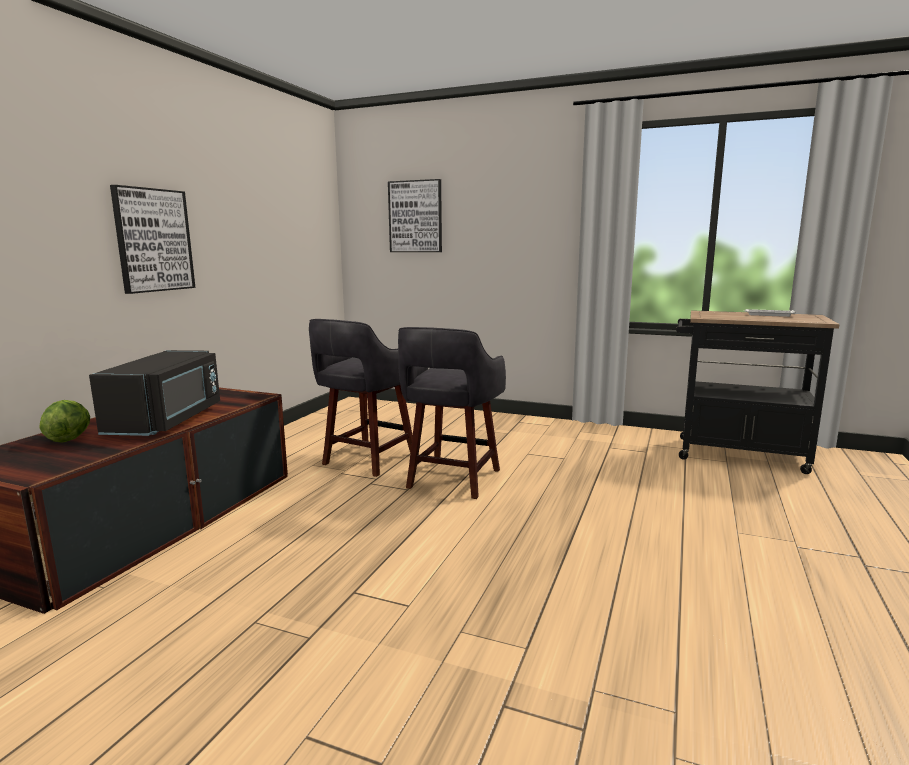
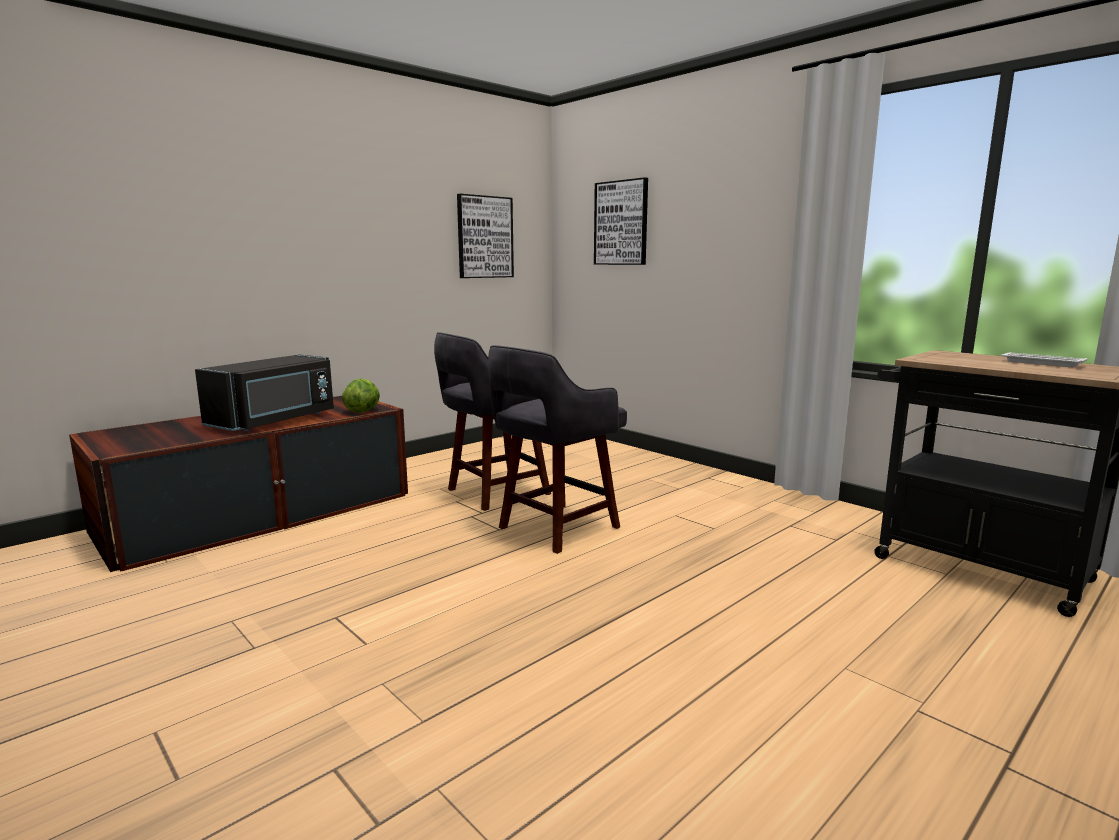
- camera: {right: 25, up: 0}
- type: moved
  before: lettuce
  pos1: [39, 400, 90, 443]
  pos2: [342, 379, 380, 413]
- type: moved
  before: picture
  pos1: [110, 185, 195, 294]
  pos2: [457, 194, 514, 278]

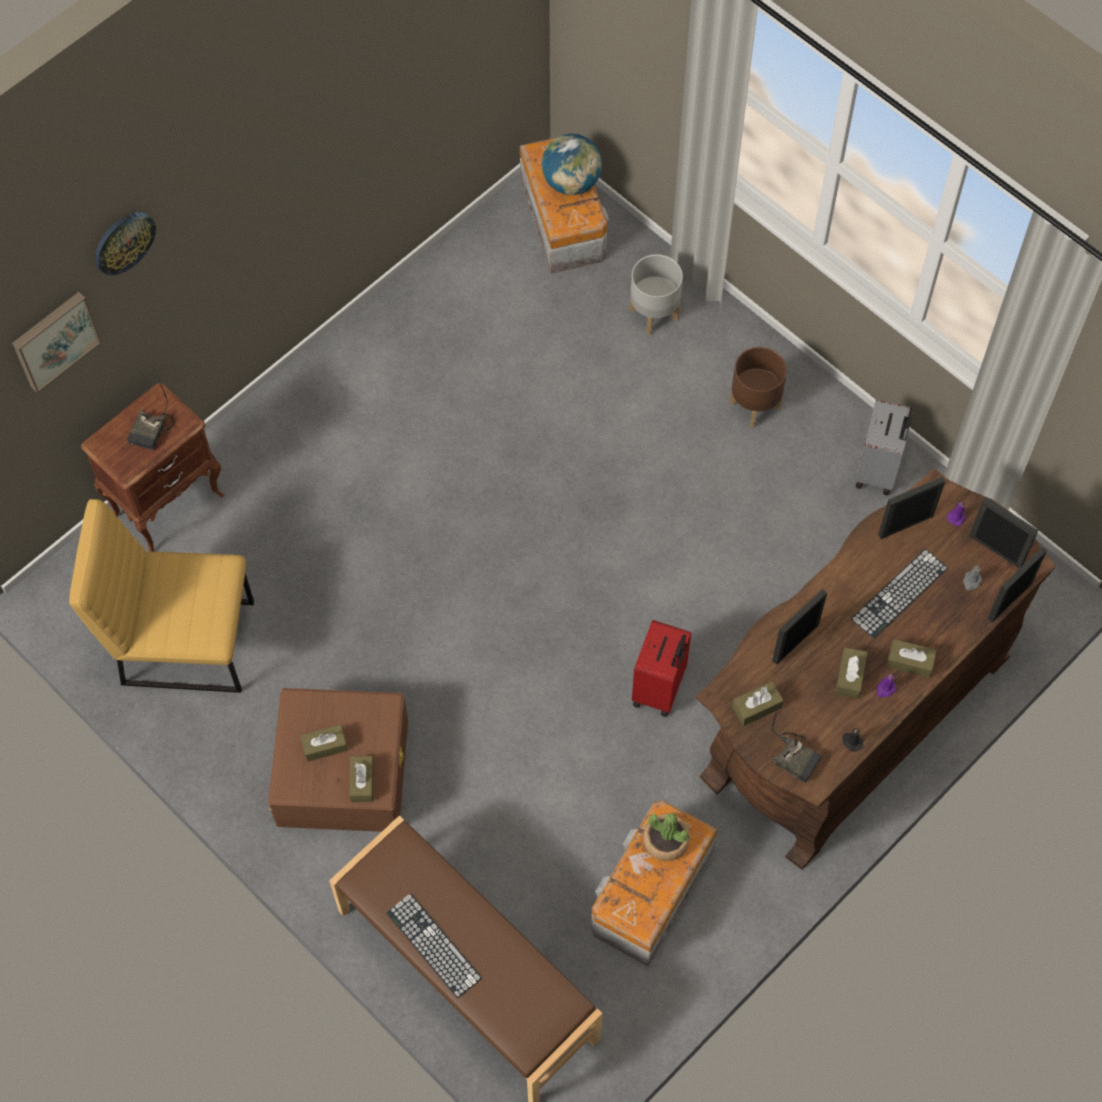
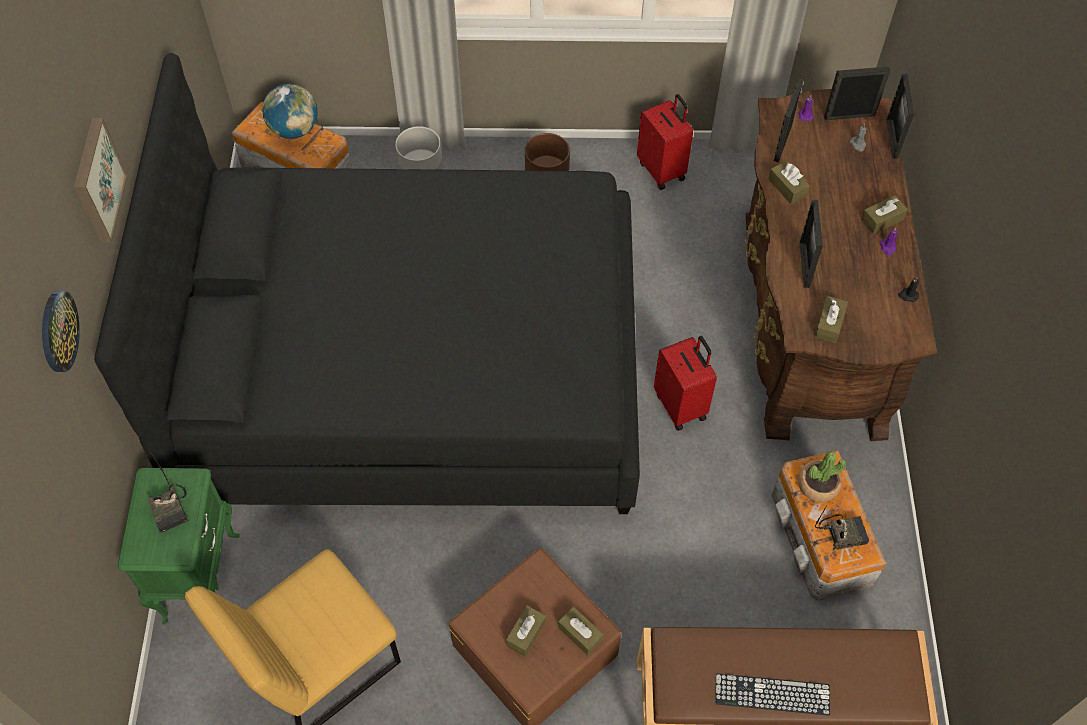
- camera: {right: -45, up: -5}
- type: moved
  before: picture
  pos1: [12, 292, 101, 393]
  pos2: [74, 118, 128, 242]
- type: recoloured
  before: nightstand (brown)
  after: nightstand (green)
  pos1: [81, 383, 225, 552]
  pos2: [118, 468, 240, 624]
- type: moved
  before: radio
  pos1: [772, 708, 822, 783]
  pos2: [815, 505, 869, 550]
- type: moved
  before: tissue box (brown)
  pos1: [835, 647, 868, 699]
  pos2: [768, 161, 810, 204]
- type: removed
  before: keyboard
  pos1: [851, 549, 948, 639]
- type: recoloured
  before: suitcase (grey)
  after: suitcase (red)
  pos1: [855, 399, 914, 495]
  pos2: [637, 94, 693, 190]
- type: added
  after: bed (black)
  pos2: [94, 53, 640, 514]

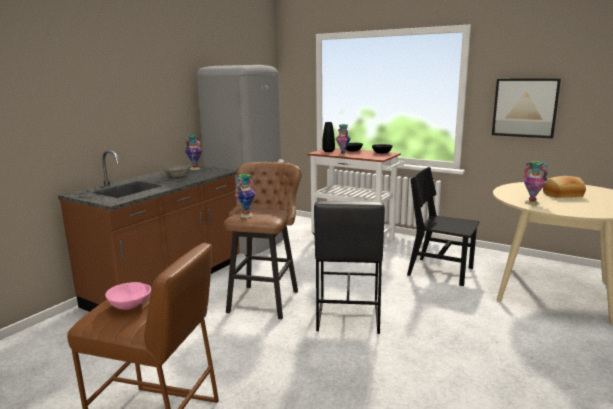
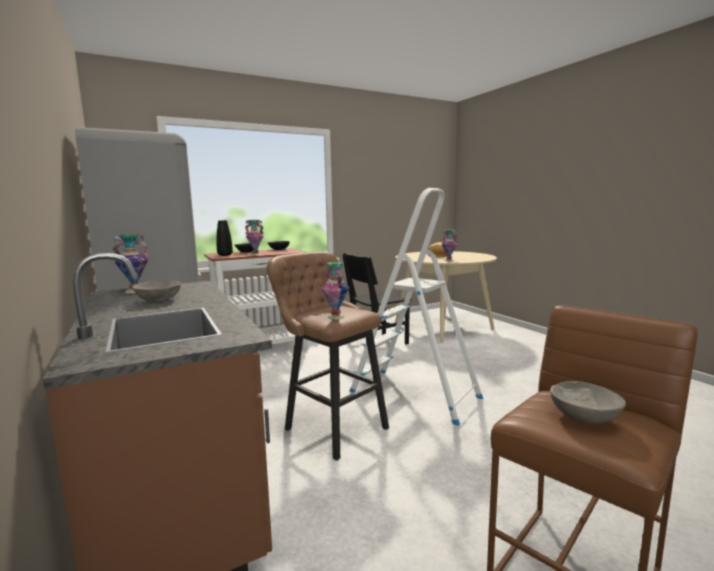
- camera: {right: -60, up: -5}
- type: recoloured
  before: bowl (pink)
  after: bowl (grey)
  pos1: [105, 282, 151, 310]
  pos2: [550, 381, 626, 424]
- type: replaced
  before: stool (grey)
  after: step ladder (white)
  pos1: [314, 201, 385, 334]
  pos2: [350, 188, 483, 426]
- type: removed
  before: picture
  pos1: [492, 78, 561, 139]

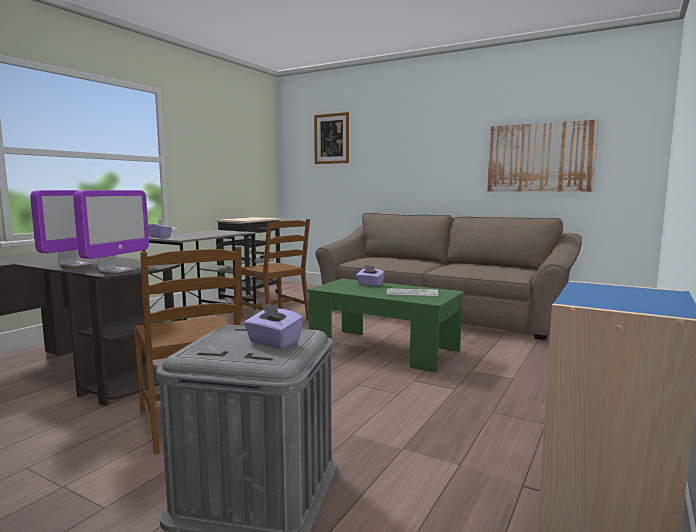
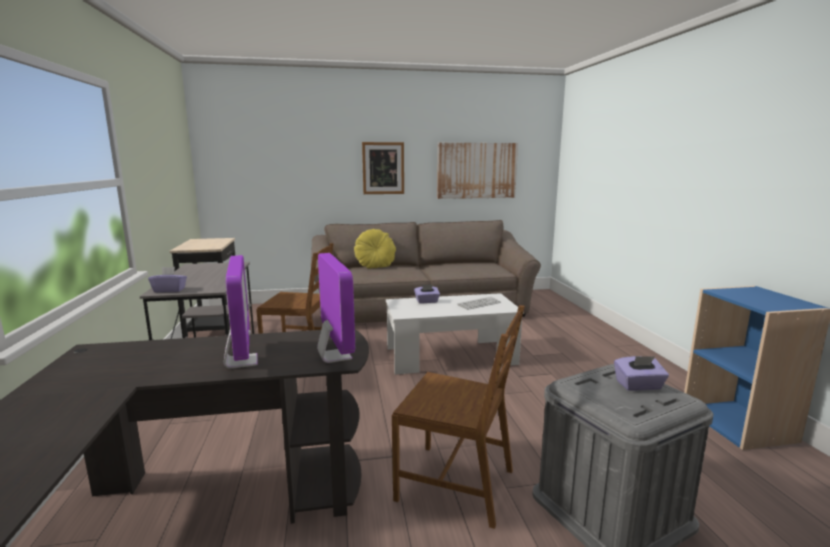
- camera: {right: -40, up: 5}
- type: recoloured
  before: coffee table (green)
  after: coffee table (white)
  pos1: [307, 278, 464, 373]
  pos2: [386, 293, 524, 375]
- type: moved
  before: picture
  pos1: [314, 112, 349, 164]
  pos2: [362, 142, 404, 194]
- type: added
  after: pillow (yellow)
  pos2: [354, 229, 396, 269]

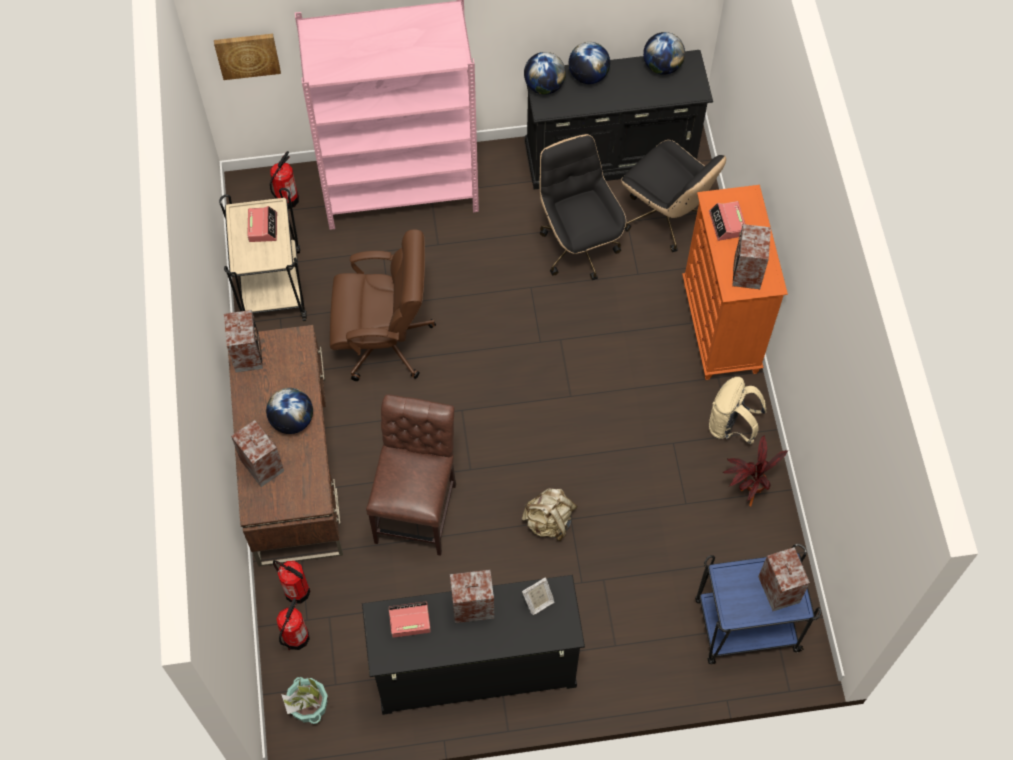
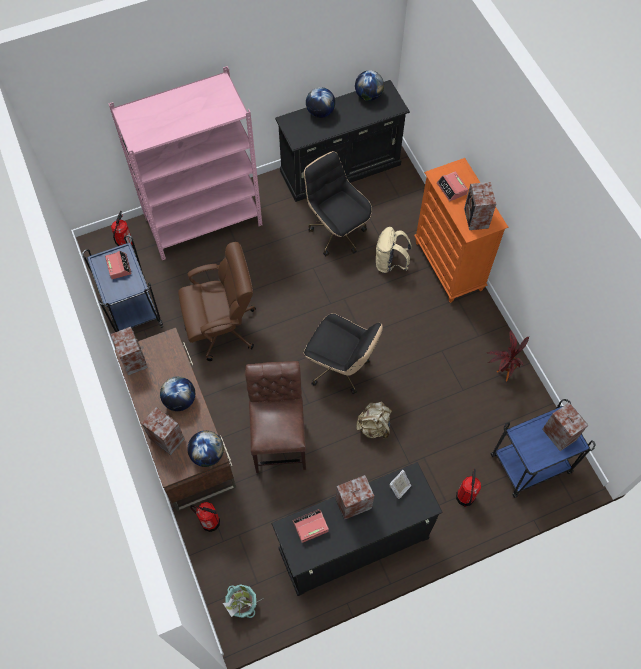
- camera: {right: -15, up: 0}
- type: removed
  before: picture
  pos1: [214, 34, 281, 80]
- type: recoloured
  before: cart (beige)
  after: cart (blue)
  pos1: [219, 188, 307, 321]
  pos2: [82, 235, 163, 332]
- type: moved
  before: fire extinguisher
  pos1: [277, 598, 310, 650]
  pos2: [456, 469, 481, 507]
- type: moved
  before: globe
  pos1: [524, 52, 566, 95]
  pos2: [188, 431, 224, 467]
- type: moved
  before: office chair (black)
  pos1: [621, 140, 726, 252]
  pos2: [304, 313, 383, 394]
- type: moved
  before: backpack (beige)
  pos1: [709, 377, 766, 444]
  pos2: [376, 227, 412, 273]

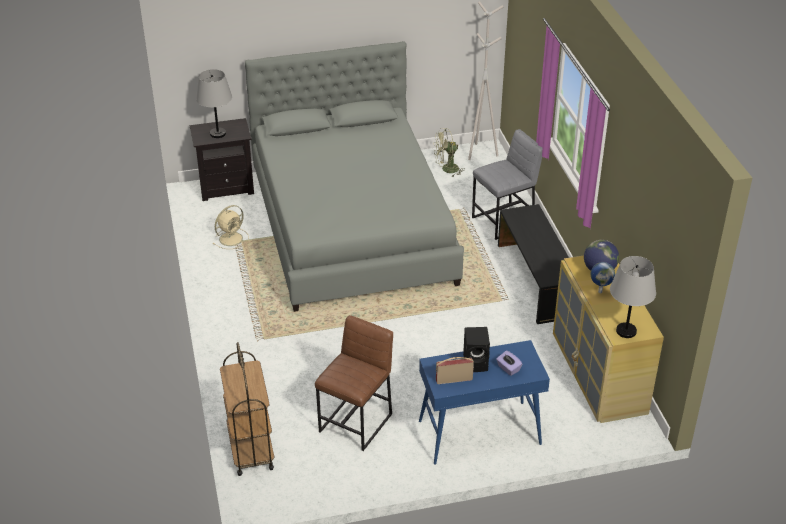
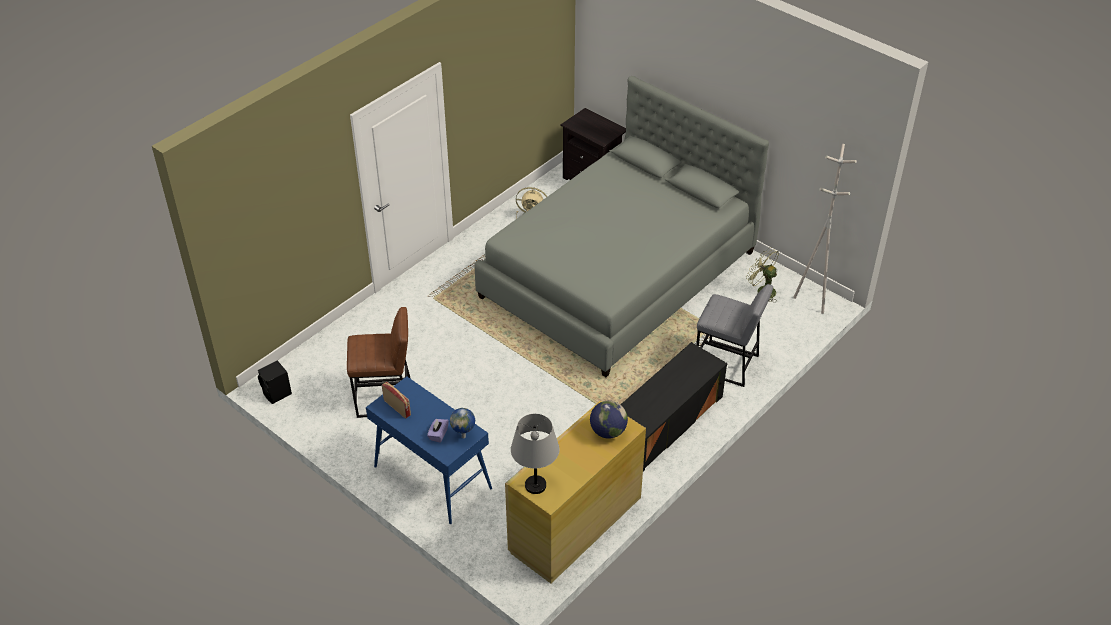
- camera: {right: 55, up: 5}
- type: removed
  before: table lamp (grey)
  pos1: [196, 69, 232, 138]
- type: removed
  before: cart (brown)
  pos1: [220, 342, 274, 476]
- type: moved
  before: speaker (black)
  pos1: [463, 327, 490, 372]
  pos2: [258, 360, 292, 404]
- type: moved
  before: globe
  pos1: [591, 262, 615, 293]
  pos2: [450, 408, 475, 438]

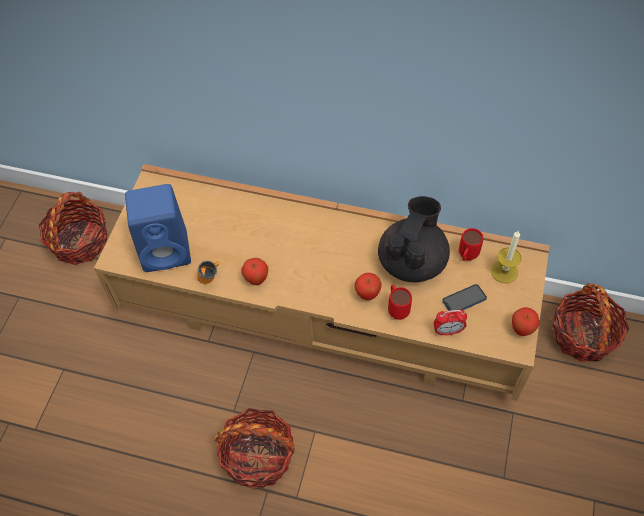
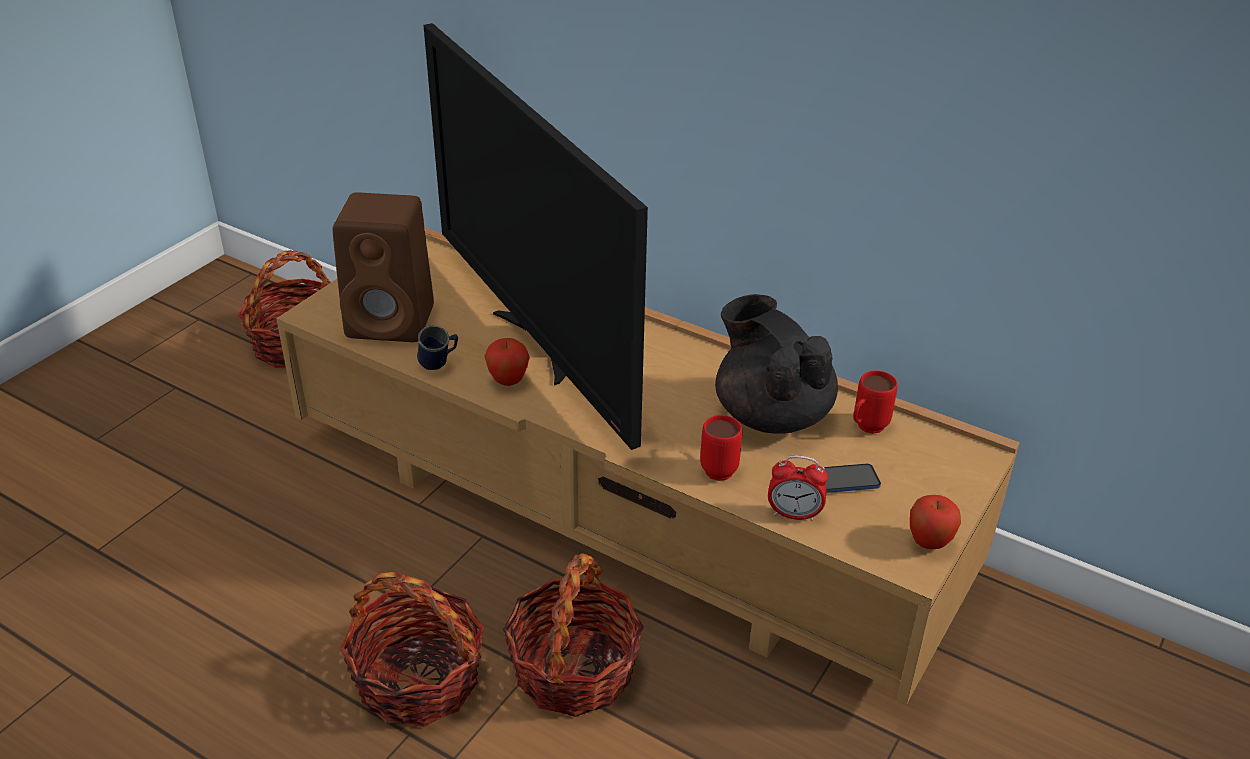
- camera: {right: 15, up: -20}
- type: recoloured
  before: speaker (blue)
  after: speaker (brown)
  pos1: [125, 184, 191, 272]
  pos2: [333, 192, 434, 342]
- type: recoloured
  before: mug (orange)
  after: mug (blue)
  pos1: [196, 261, 219, 284]
  pos2: [417, 325, 458, 370]
- type: removed
  before: apple
  pos1: [355, 273, 382, 300]
- type: turned
  before: teapot (black)
  pos1: [378, 196, 450, 282]
  pos2: [715, 294, 838, 434]
  turn: -75
- type: removed
  before: candle
  pos1: [491, 230, 521, 283]
- type: moved
  before: basket
  pos1: [553, 283, 629, 362]
  pos2: [503, 553, 644, 717]
- type: added
  after: television
  pos2: [423, 23, 648, 450]

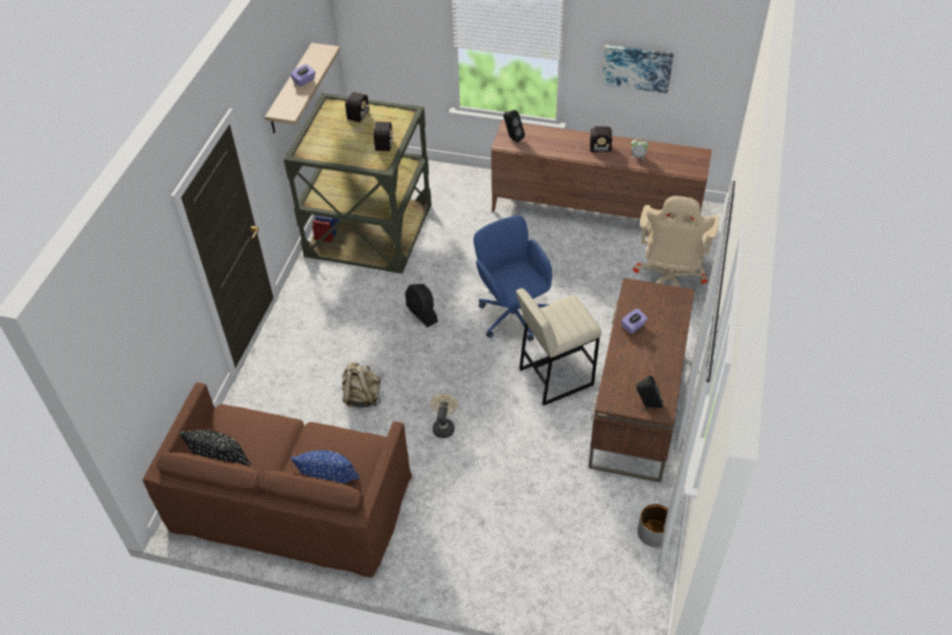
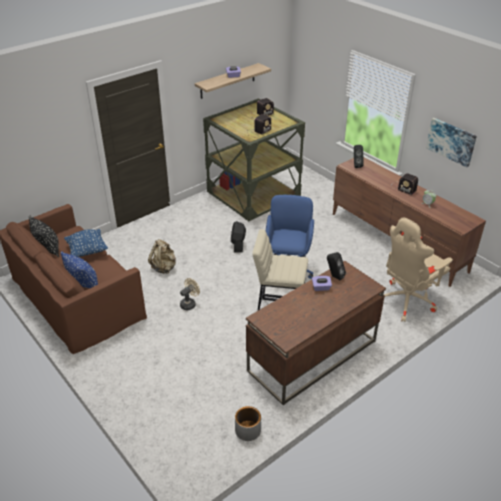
- camera: {right: 35, up: -10}
- type: moved
  before: speaker (black)
  pos1: [636, 376, 663, 408]
  pos2: [327, 252, 346, 281]
- type: added
  after: pillow (blue)
  pos2: [64, 229, 108, 257]

